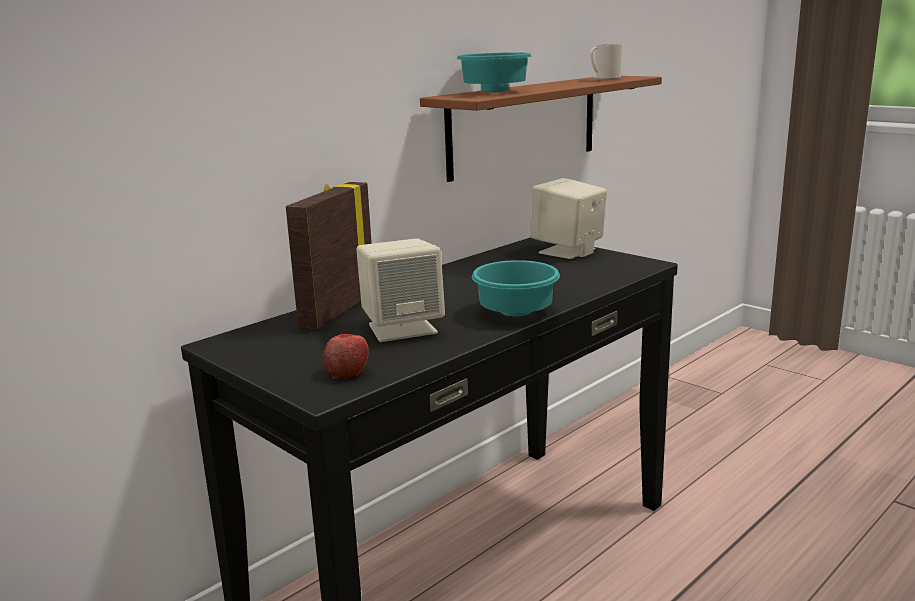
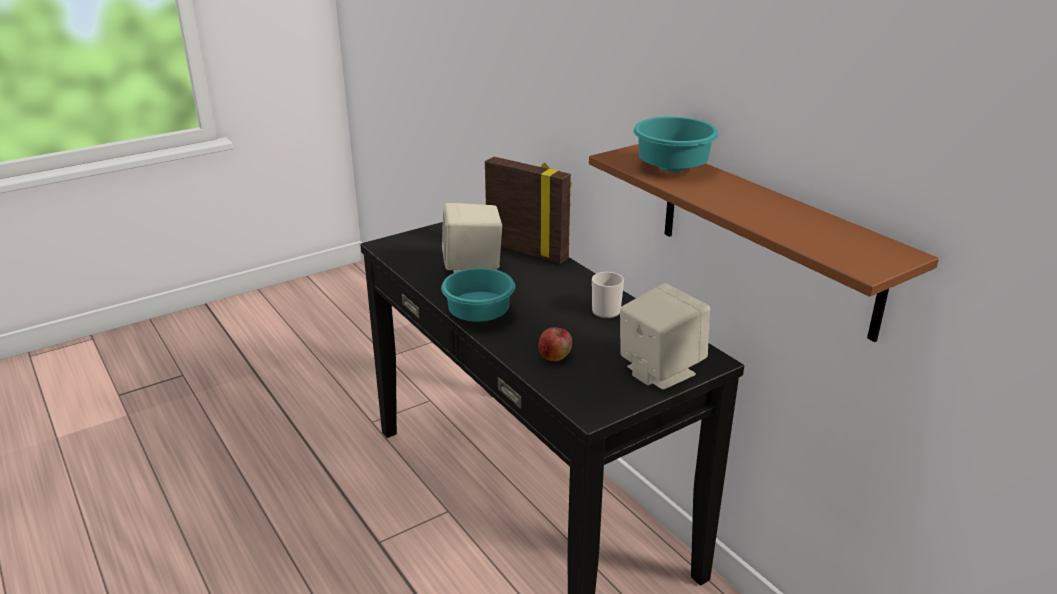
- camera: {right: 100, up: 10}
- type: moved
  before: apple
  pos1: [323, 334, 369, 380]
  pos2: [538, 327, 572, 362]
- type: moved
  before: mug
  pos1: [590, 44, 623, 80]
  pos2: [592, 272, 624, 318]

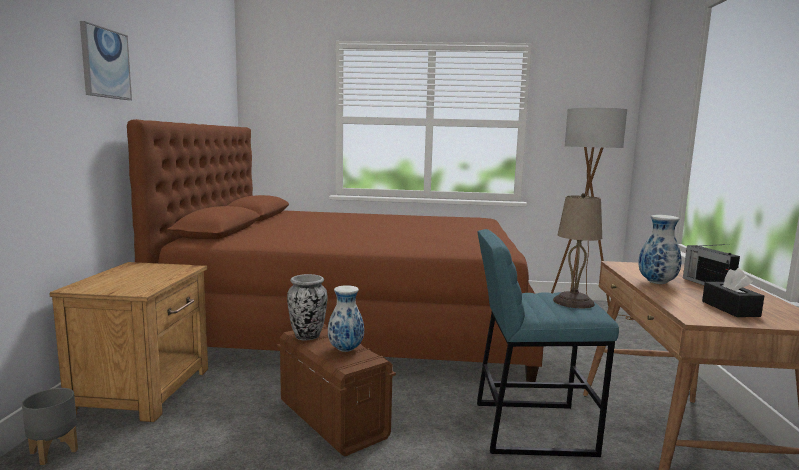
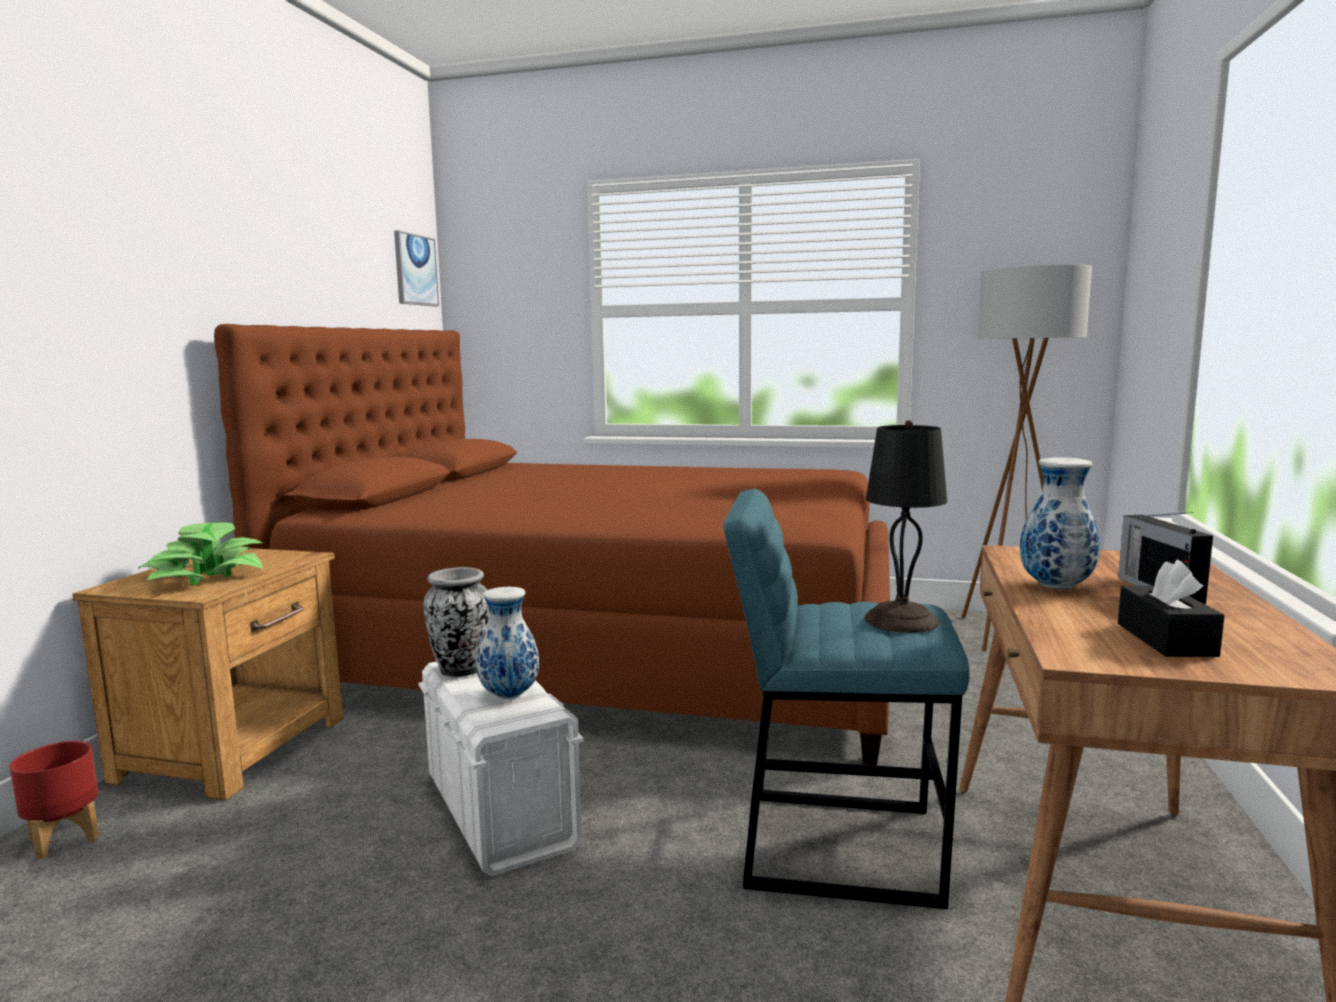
- camera: {right: 10, up: 0}
- type: recoloured
  before: planter (grey)
  after: planter (red)
  pos1: [22, 388, 78, 465]
  pos2: [10, 741, 99, 859]
- type: moved
  before: picture
  pos1: [80, 21, 132, 100]
  pos2: [394, 230, 439, 306]
- type: recoloured
  before: storage box (brown)
  after: storage box (white)
  pos1: [277, 324, 396, 456]
  pos2: [419, 662, 584, 877]
- type: recoloured
  before: table lamp (beige)
  after: table lamp (black)
  pos1: [553, 193, 602, 309]
  pos2: [864, 420, 947, 633]
- type: added
  after: potted plant
  pos2: [138, 522, 263, 585]

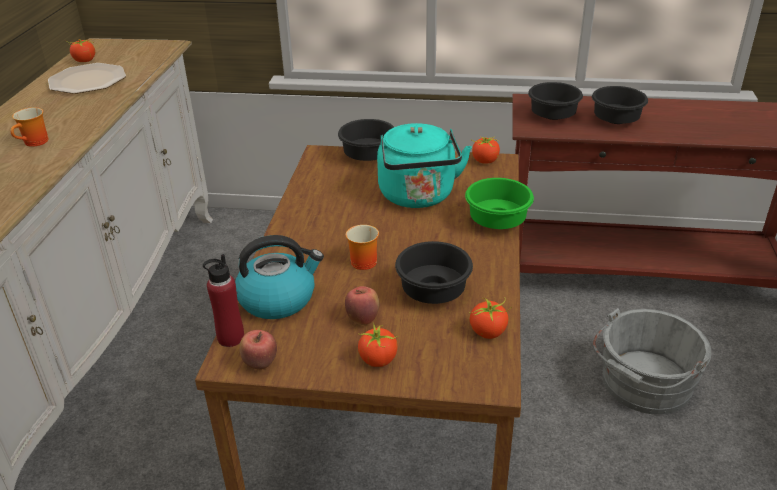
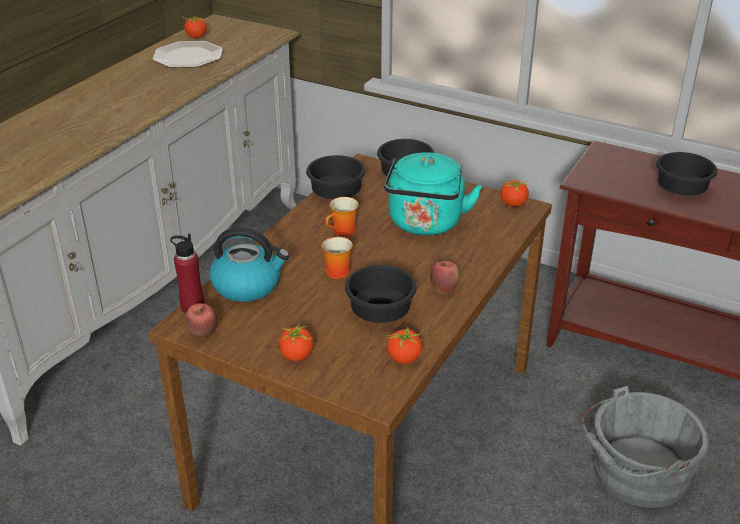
- camera: {right: 20, up: 0}
- type: moved
  before: mug
  pos1: [10, 107, 49, 147]
  pos2: [325, 197, 359, 236]
- type: moved
  before: apple
  pos1: [345, 286, 379, 325]
  pos2: [430, 261, 460, 294]
- type: removed
  before: bowl (green)
  pos1: [465, 178, 534, 229]
- type: moved
  before: bowl (black)
  pos1: [528, 82, 583, 120]
  pos2: [306, 155, 366, 199]

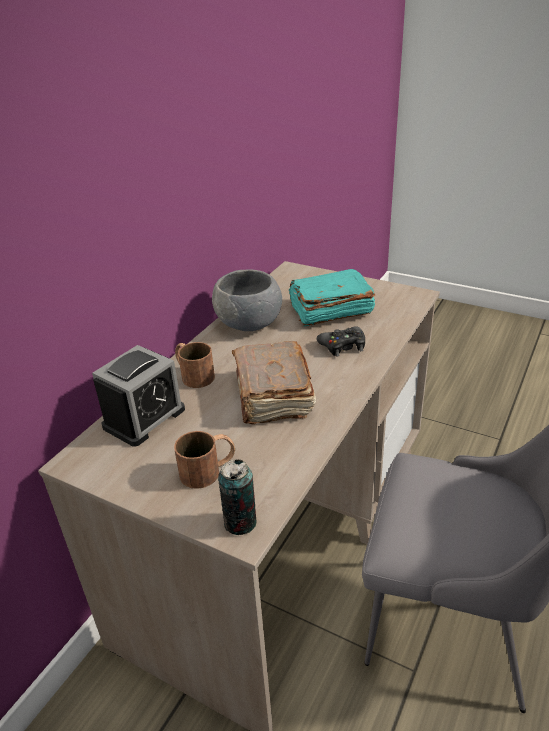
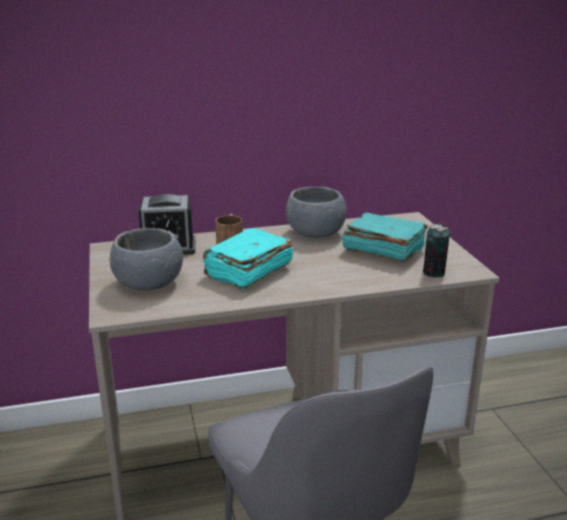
- camera: {right: 45, up: -10}
- type: replaced
  before: mug (brown)
  after: bowl (grey)
  pos1: [174, 431, 235, 489]
  pos2: [110, 228, 183, 290]
- type: moved
  before: can
  pos1: [218, 459, 256, 535]
  pos2: [423, 224, 450, 278]
- type: recoloured
  before: book (brown)
  after: book (turquoise)
  pos1: [232, 341, 316, 424]
  pos2: [203, 228, 294, 290]
- type: removed
  before: game controller (black)
  pos1: [317, 326, 365, 356]

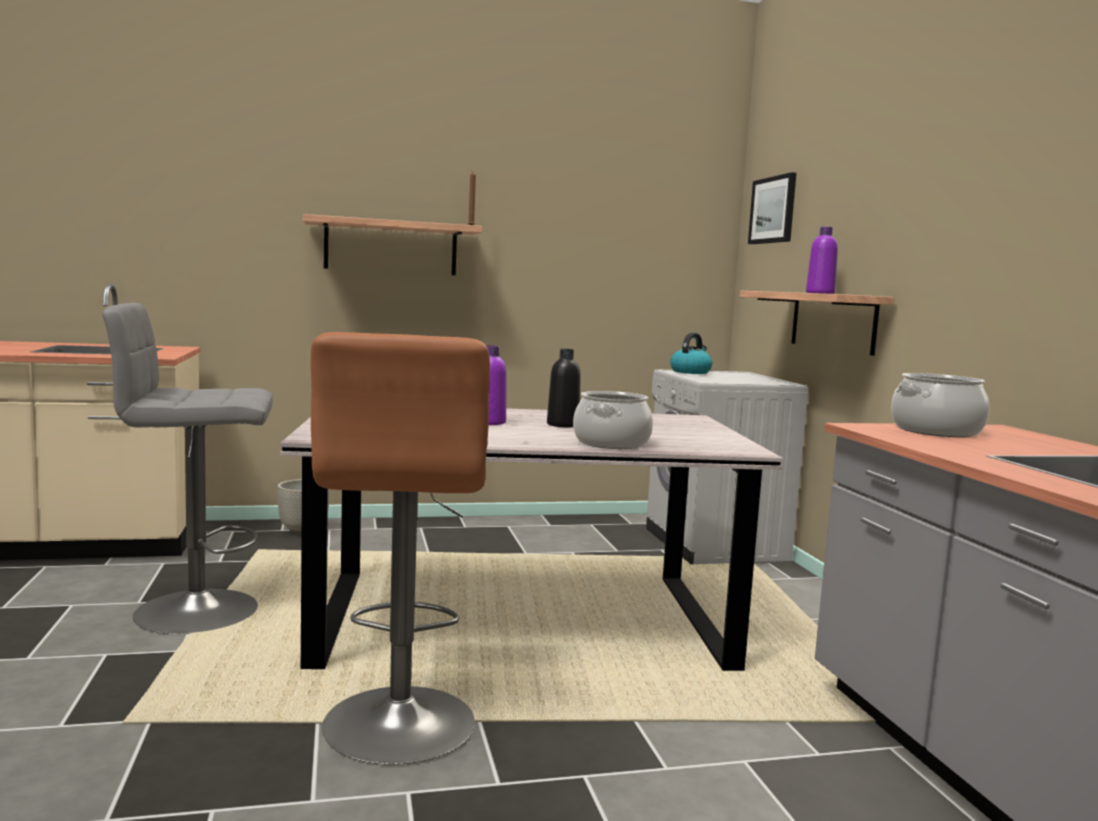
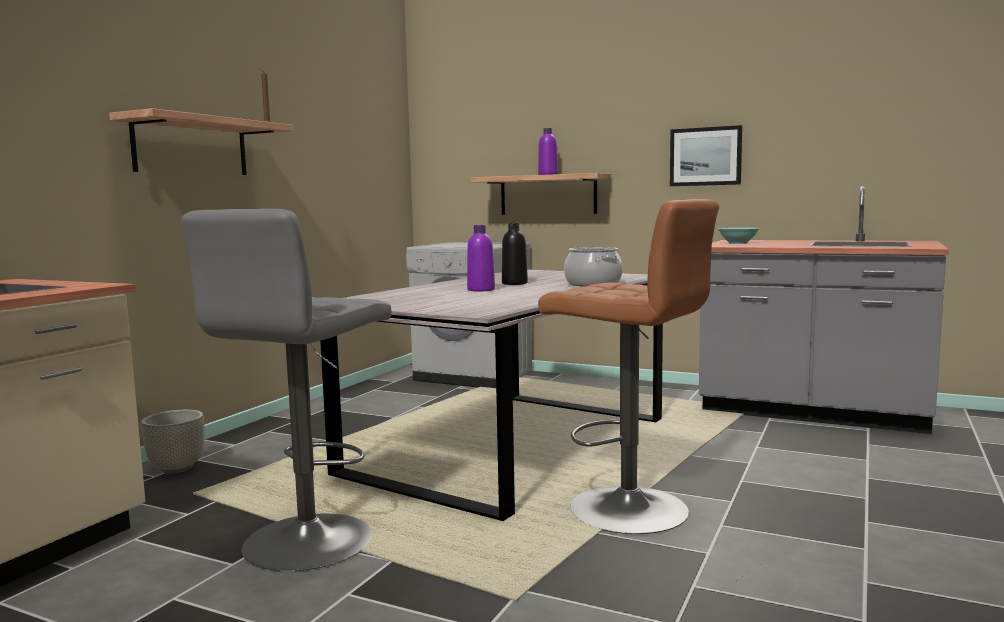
- camera: {right: -50, up: 0}
- type: removed
  before: kettle
  pos1: [670, 333, 712, 374]
- type: moved
  before: picture
  pos1: [748, 172, 796, 244]
  pos2: [670, 125, 742, 186]
- type: replaced
  before: cooking pot
  after: bowl (turquoise)
  pos1: [891, 373, 990, 437]
  pos2: [718, 227, 760, 244]

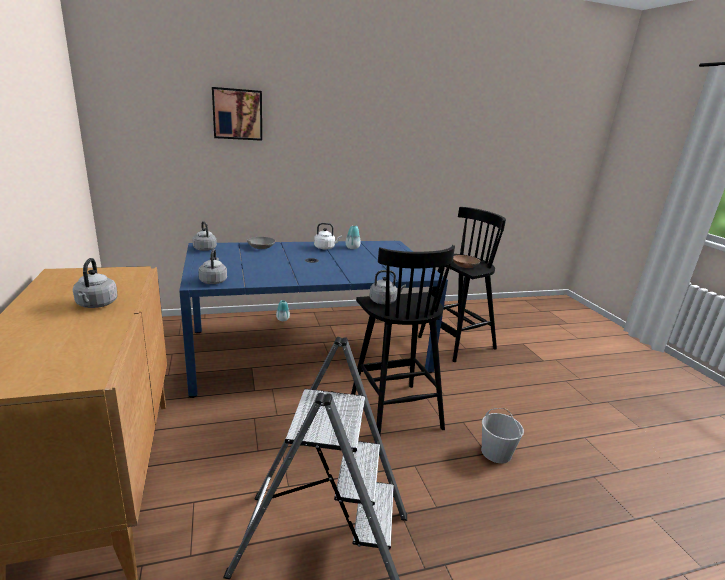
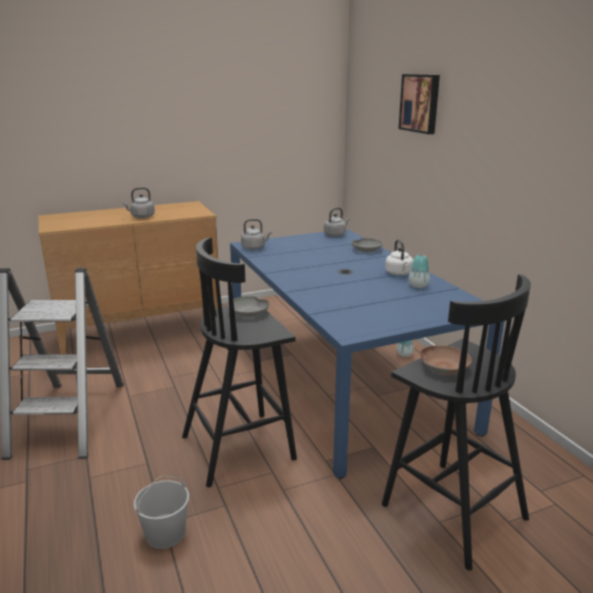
- camera: {right: 85, up: 0}
- type: replaced
  before: kettle (grey)
  after: bowl (grey)
  pos1: [369, 270, 406, 304]
  pos2: [228, 296, 269, 318]

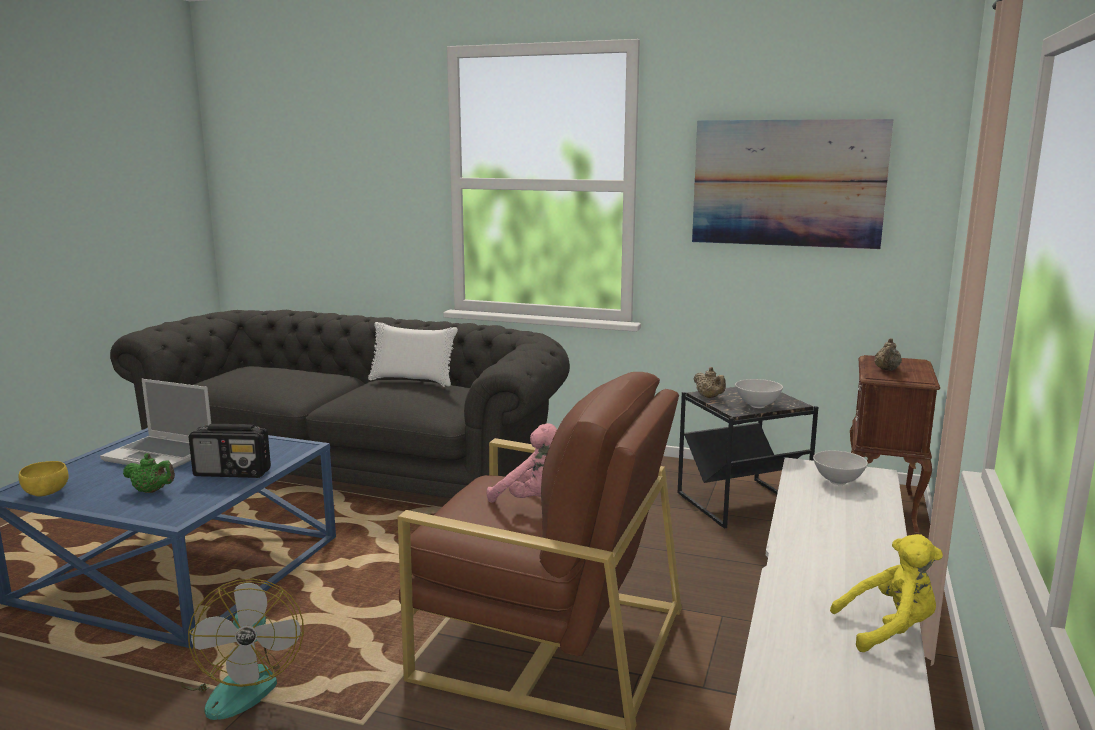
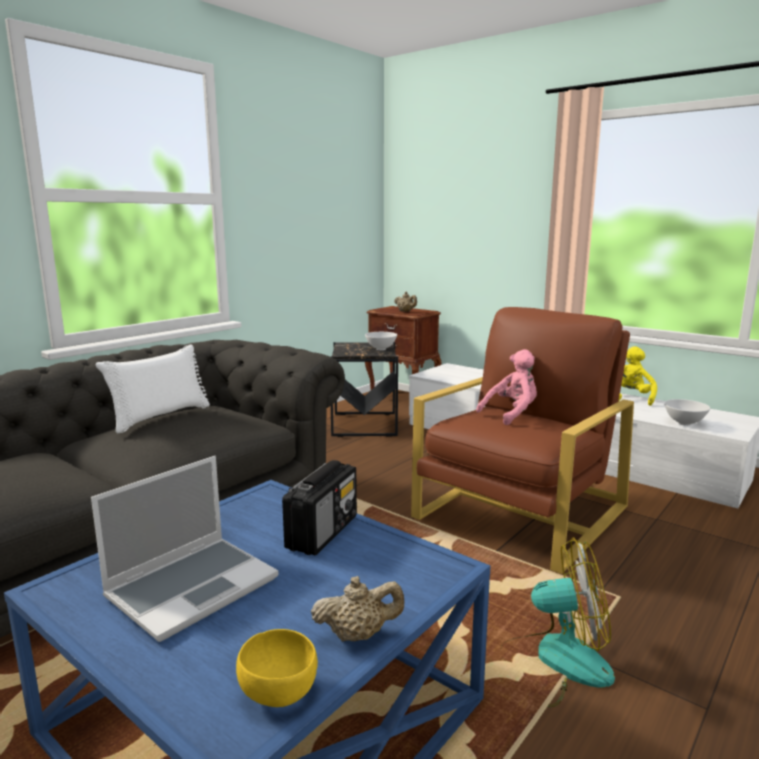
- camera: {right: -70, up: 0}
- type: removed
  before: teapot (green)
  pos1: [123, 453, 175, 493]
- type: removed
  before: picture
  pos1: [692, 119, 893, 249]
- type: moved
  before: teapot (beige)
  pos1: [694, 367, 726, 398]
  pos2: [311, 576, 404, 642]
- type: moved
  before: bowl (white)
  pos1: [813, 450, 868, 485]
  pos2: [664, 399, 710, 426]

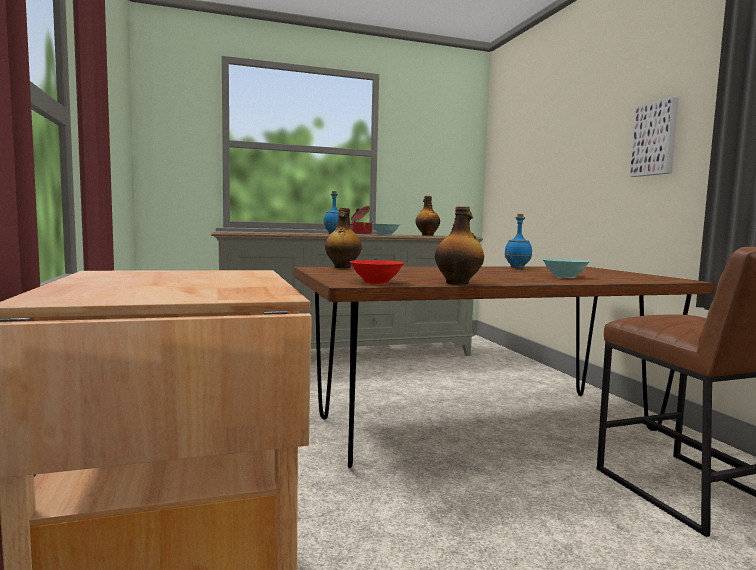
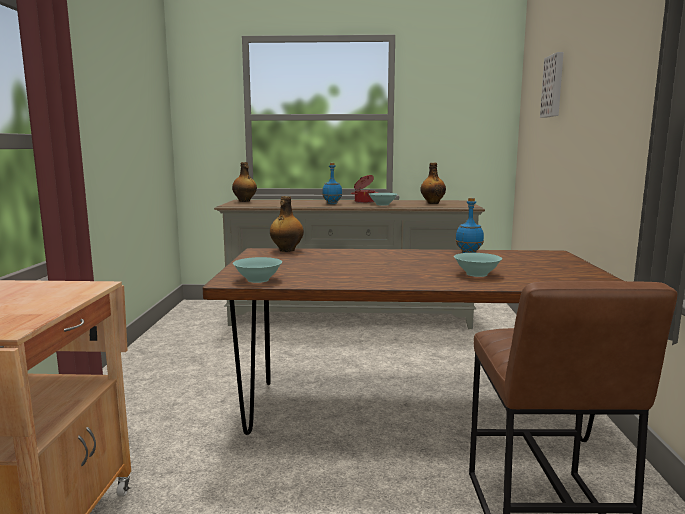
- camera: {right: 20, up: 5}
- type: recoloured
  before: bowl (red)
  after: bowl (turquoise)
  pos1: [350, 260, 404, 284]
  pos2: [233, 257, 282, 283]
- type: moved
  before: bottle
  pos1: [435, 206, 484, 285]
  pos2: [232, 162, 257, 202]
- type: moved
  before: picture
  pos1: [629, 97, 679, 177]
  pos2: [540, 52, 564, 118]

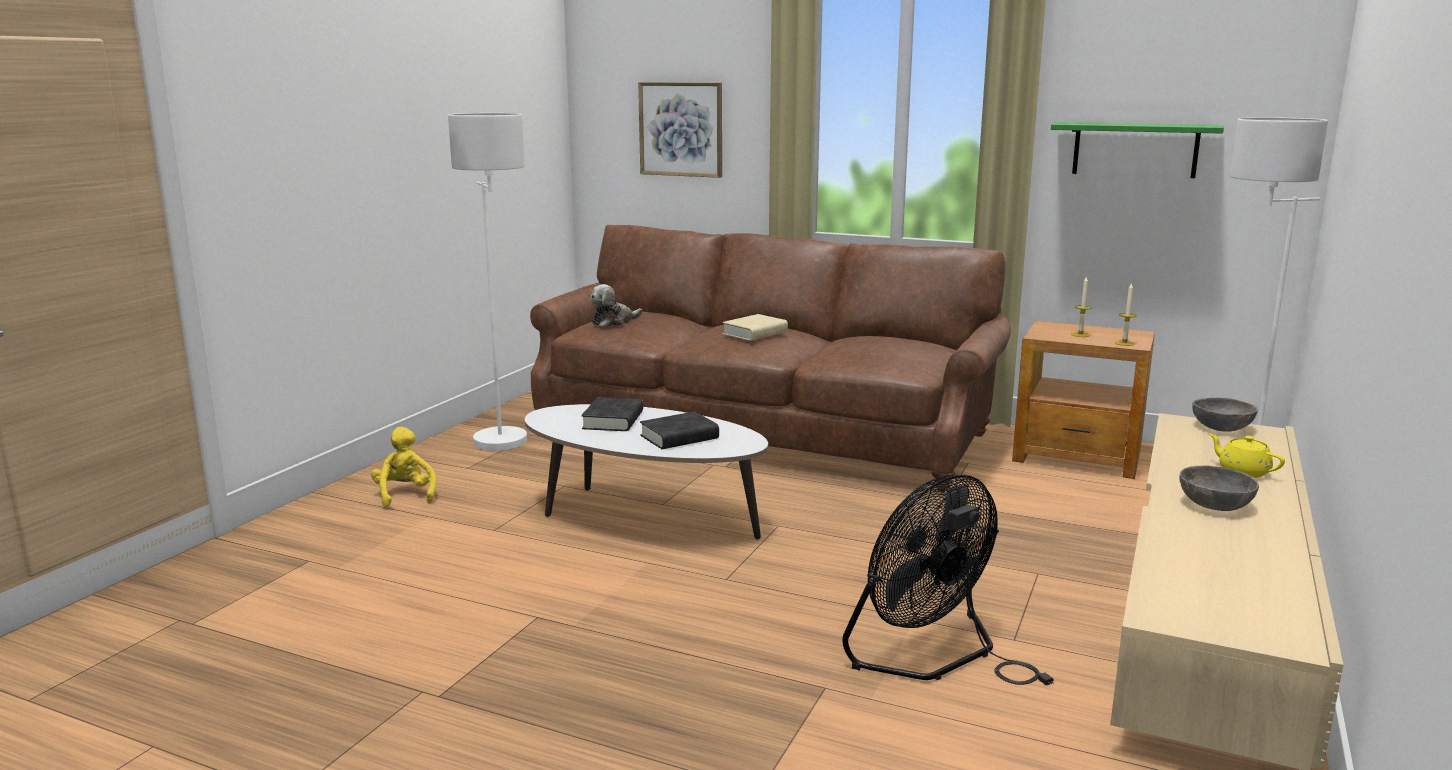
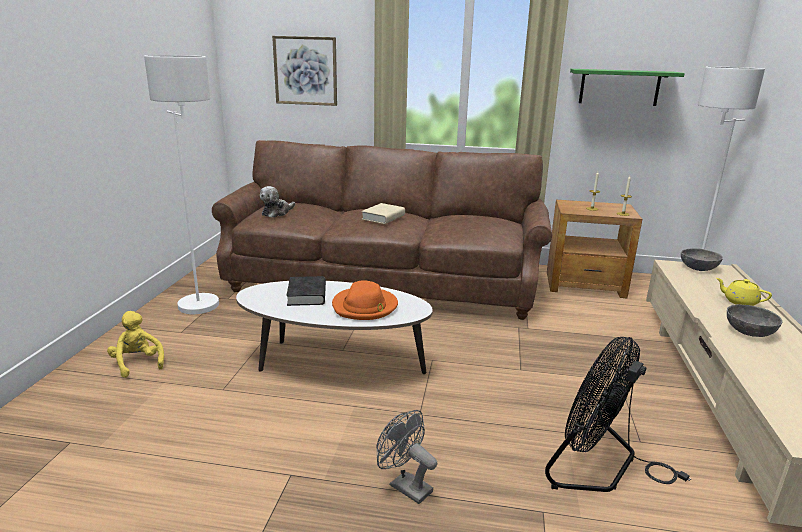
- camera: {right: -15, up: 5}
- type: replaced
  before: book (black)
  after: hat (orange)
  pos1: [640, 411, 719, 449]
  pos2: [332, 280, 398, 320]
- type: added
  after: fan (grey)
  pos2: [376, 410, 437, 504]

